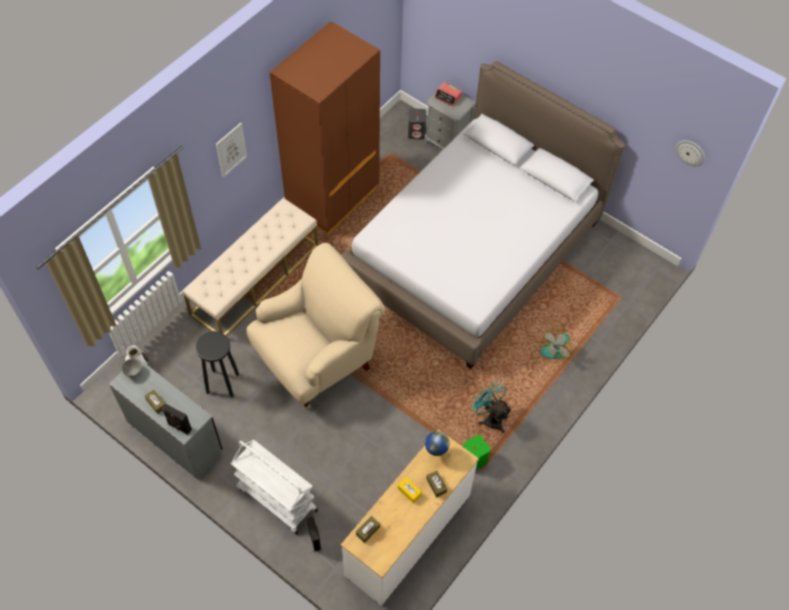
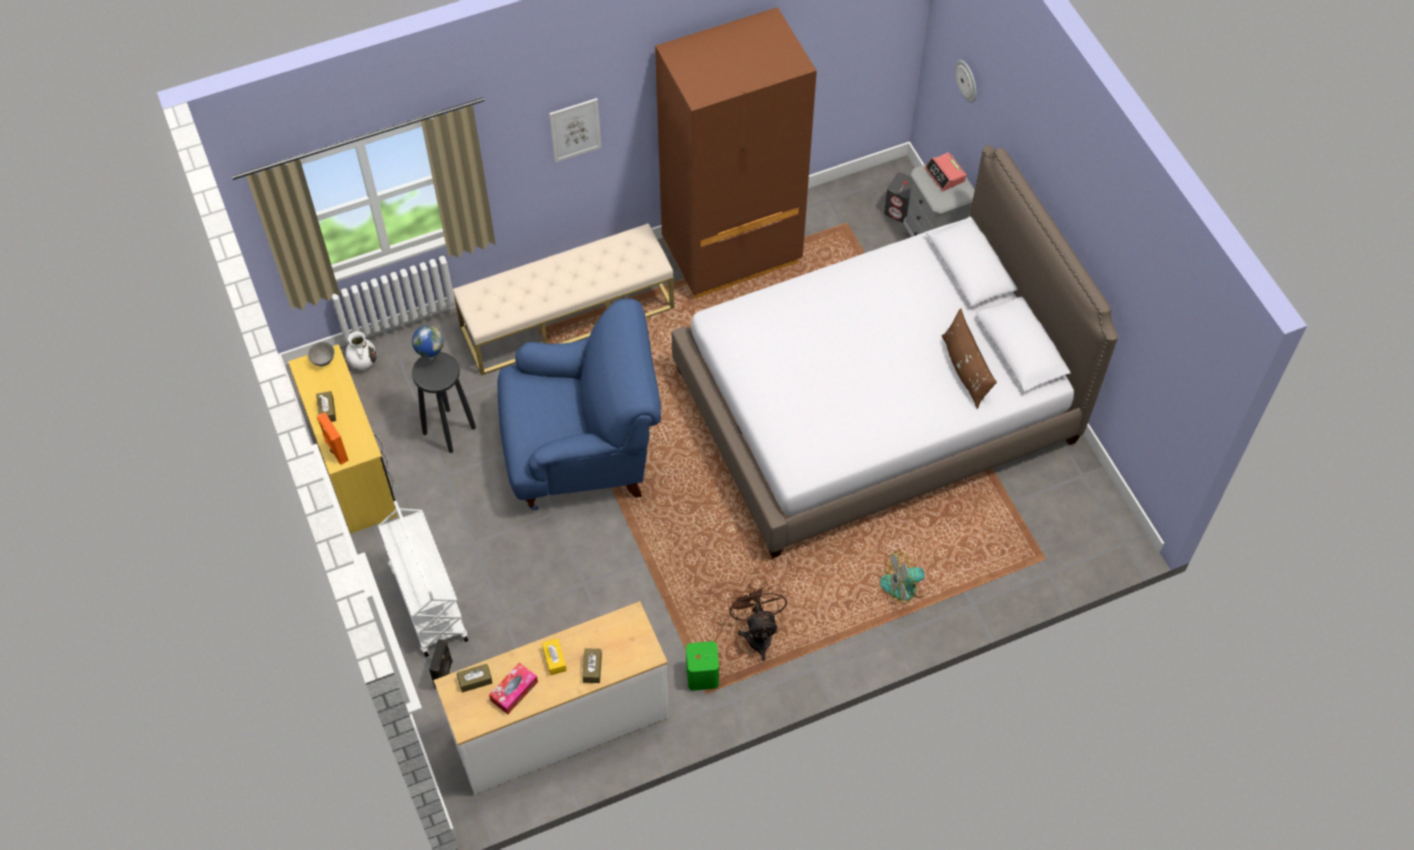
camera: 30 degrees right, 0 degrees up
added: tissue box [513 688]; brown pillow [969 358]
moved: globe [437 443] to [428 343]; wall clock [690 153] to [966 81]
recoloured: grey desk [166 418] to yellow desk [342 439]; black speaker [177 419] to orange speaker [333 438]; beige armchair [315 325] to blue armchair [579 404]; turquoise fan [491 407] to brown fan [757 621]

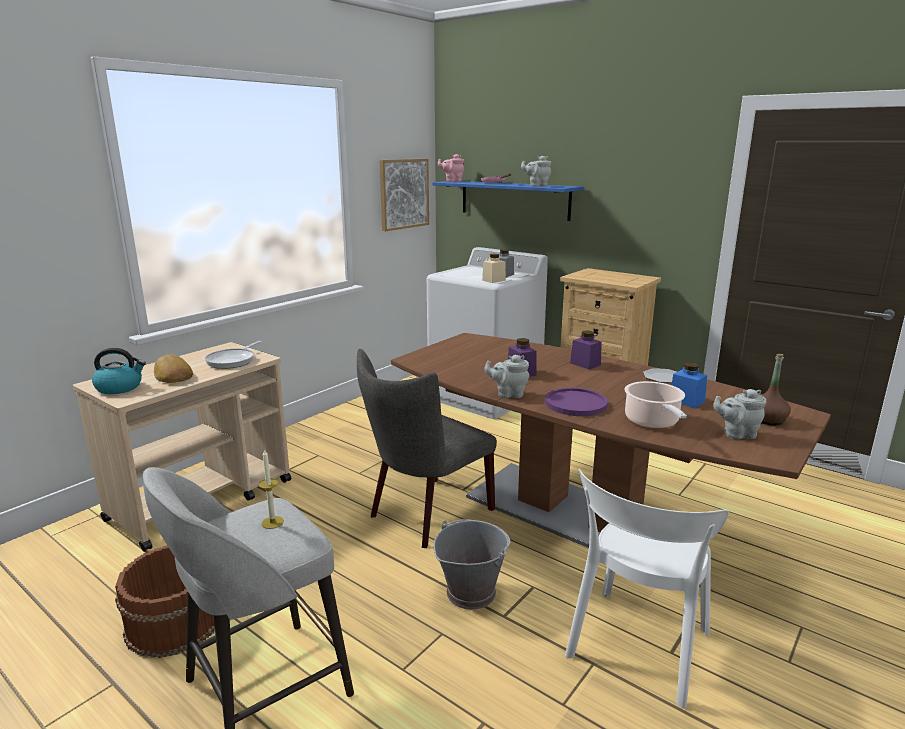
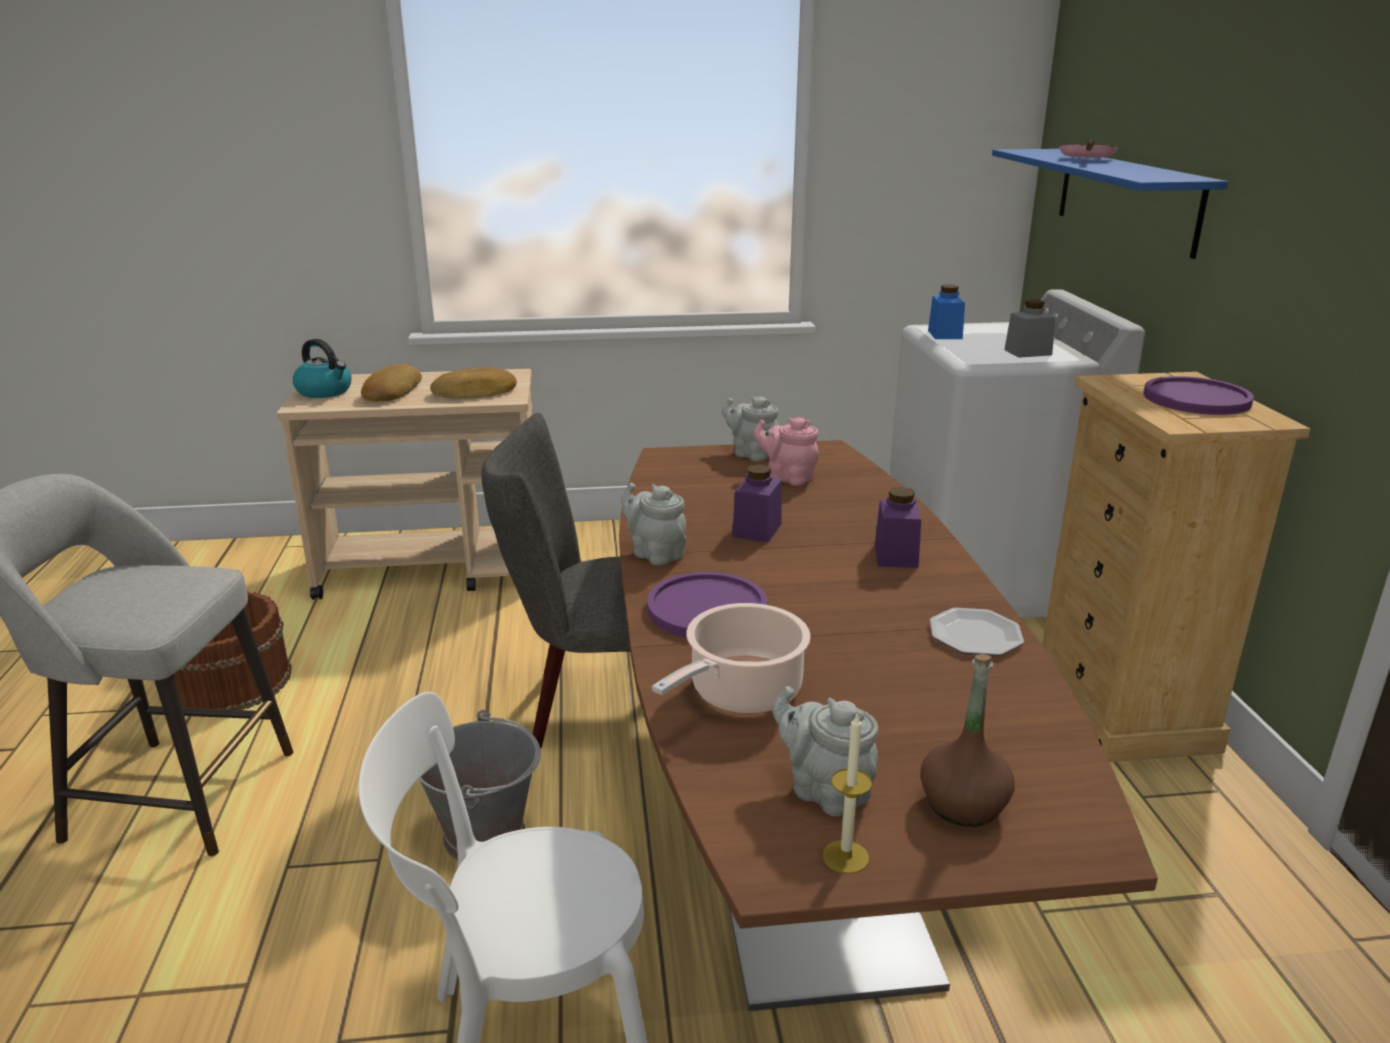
camera: 45 degrees right, 5 degrees up
removed: picture [404 195]; beige jar [494 268]
added: purple plate [1198 395]
moved: candle [271 489] to [847 794]; pink teapot [451 168] to [786 451]; grey teapot [536 171] to [750 428]; blue jar [689 385] to [946 311]
replaced: frying pan [233 355] to bread [473 383]

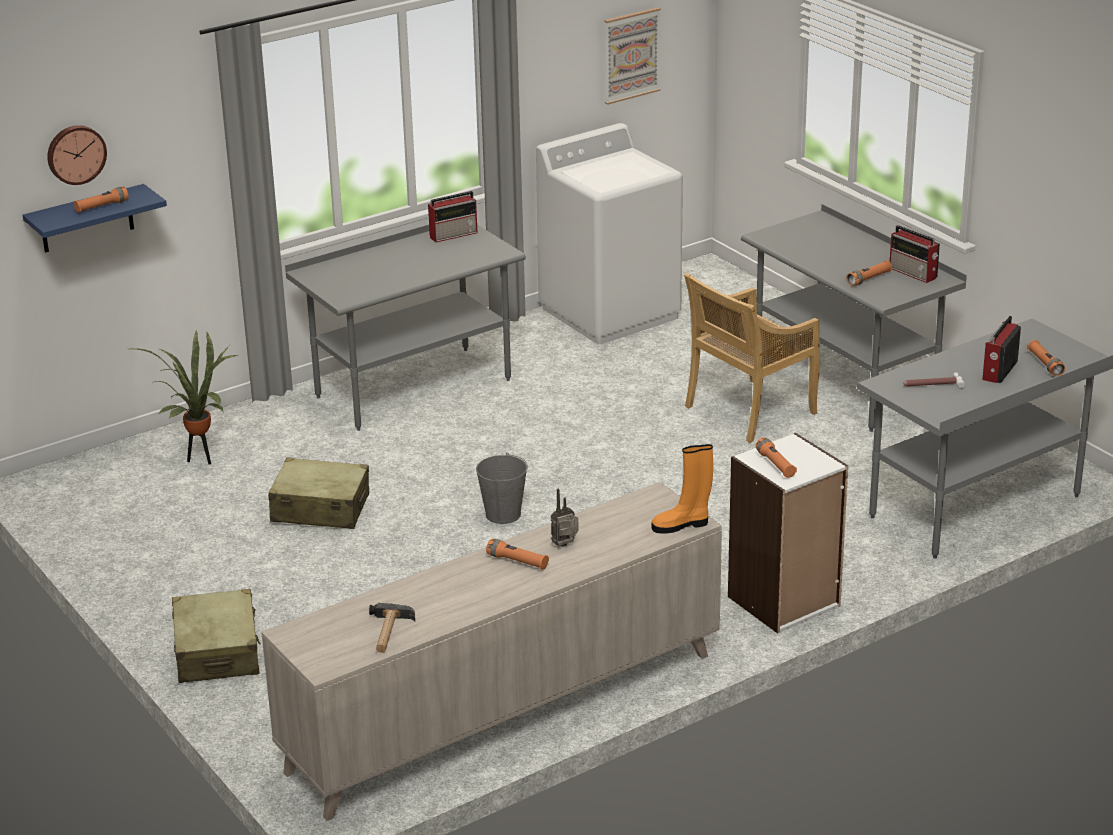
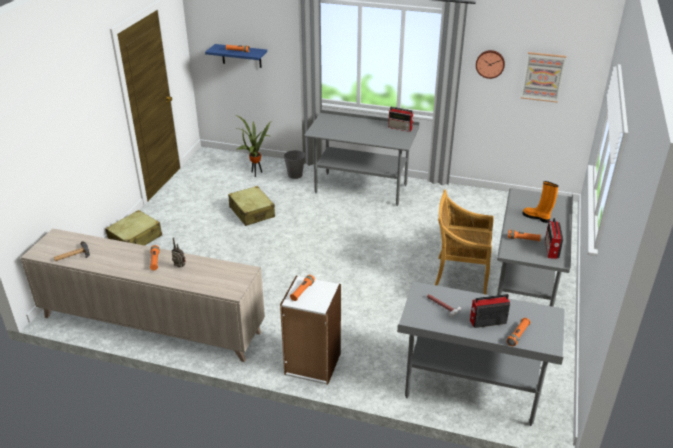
camera: 50 degrees right, 5 degrees up
removed: white washing machine [609 234]
moved: wall clock [77 155] to [490 64]; grey bucket [502 488] to [294 164]; orange boot [682 488] to [540 202]

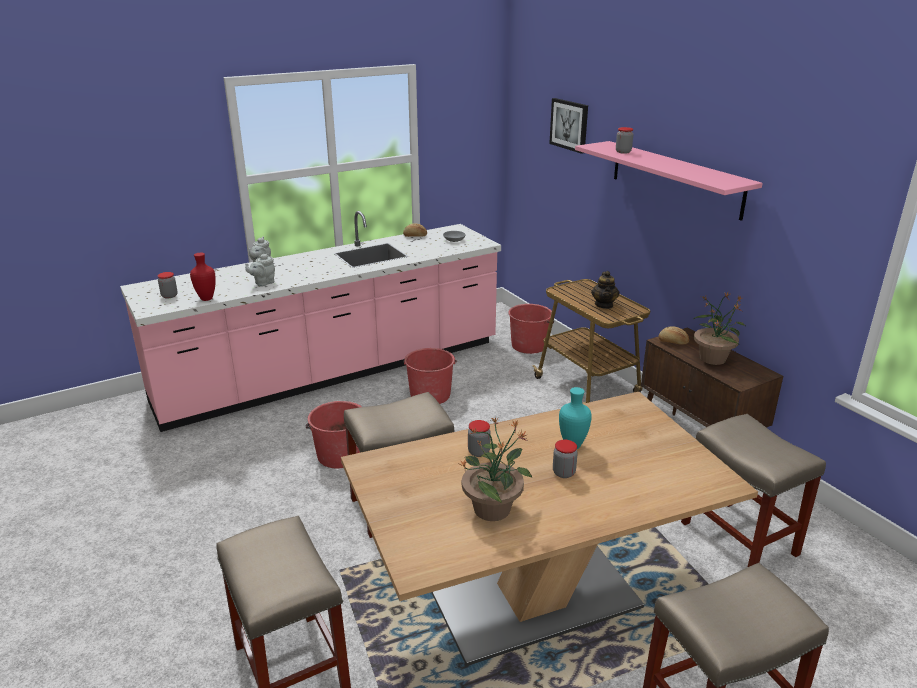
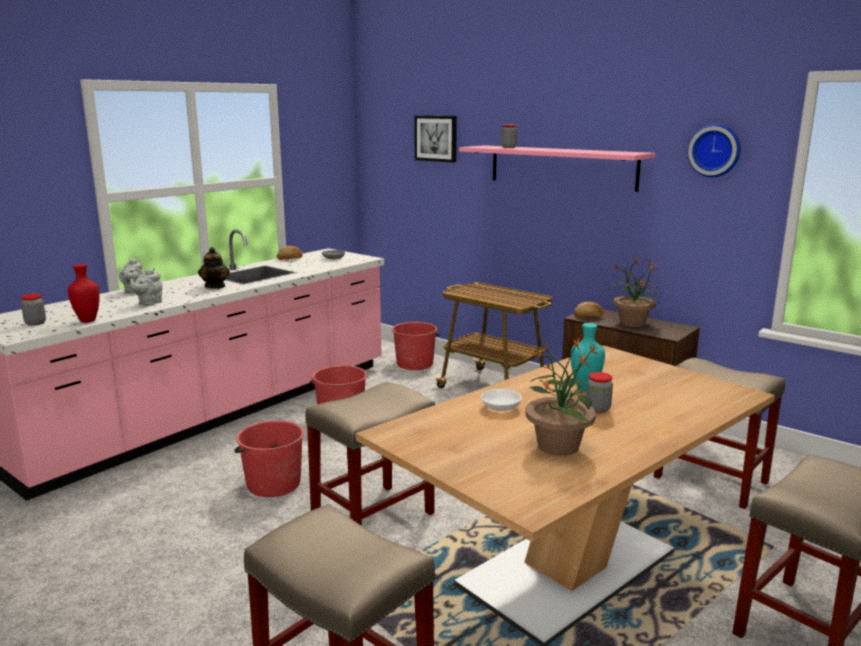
camera: 20 degrees left, 10 degrees down
added: wall clock [714 150]
moved: teapot [605 290] to [214 268]
replaced: jar [479 438] to white bowl [501 400]

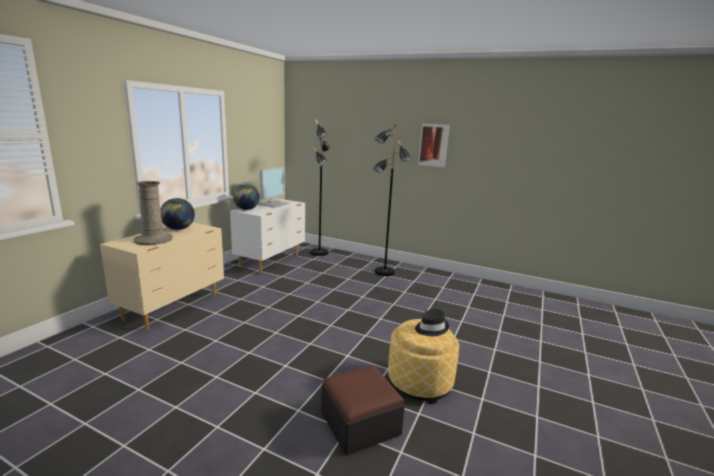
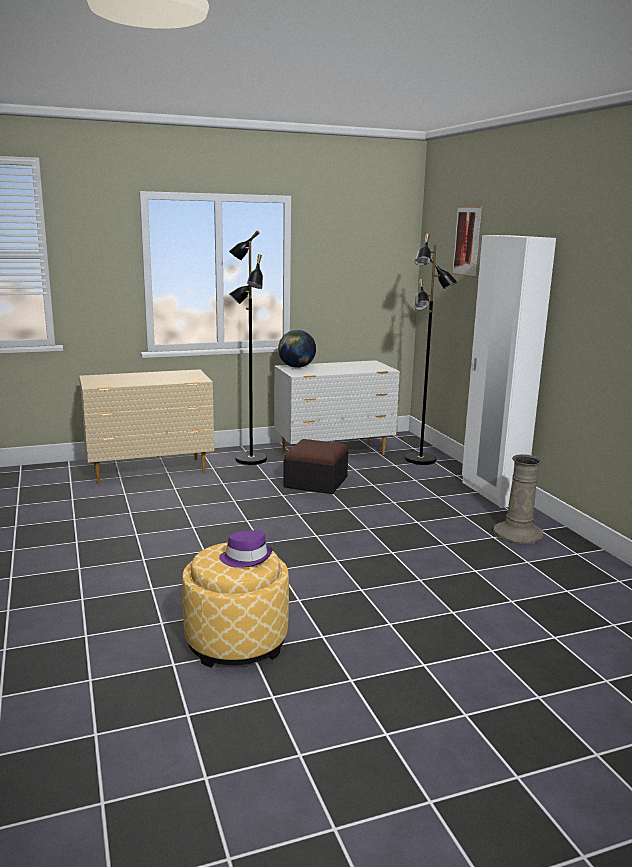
camera: 45 degrees right, 0 degrees up
removed: globe [177 214]; monitor [274 187]
added: white wardrobe [509 371]
moved: beige vase [153 213] to [518 499]; ottoman [363 410] to [315 466]; black floor lamp [392 200] to [248 347]; picture [434 145] to [467 241]
recoloured: black hat [432 322] to purple hat [245 549]

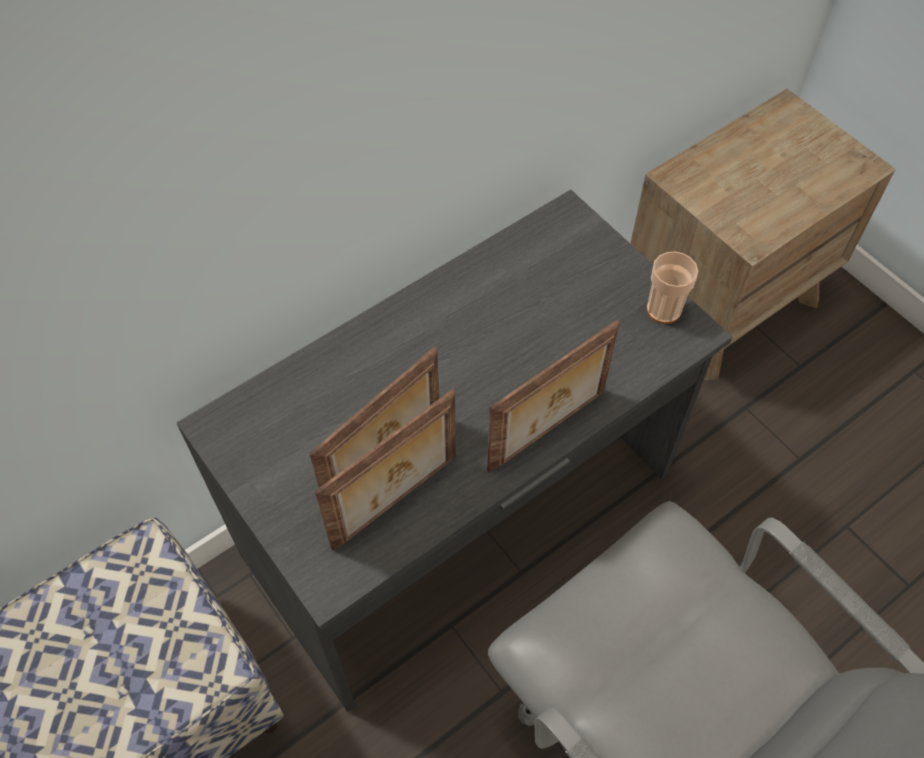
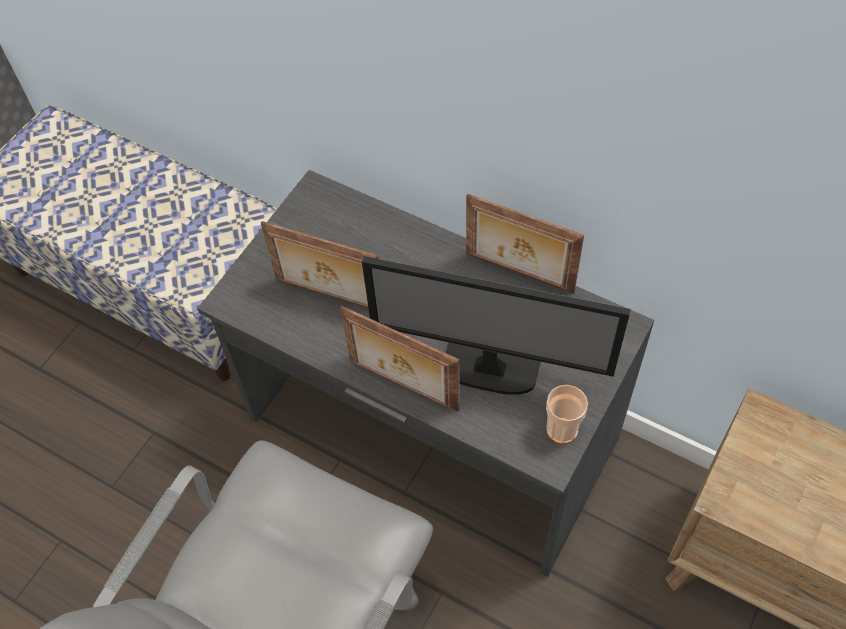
camera: 70 degrees right, 0 degrees up
added: monitor [496 325]
moved: picture frame [385 470] to [525 244]

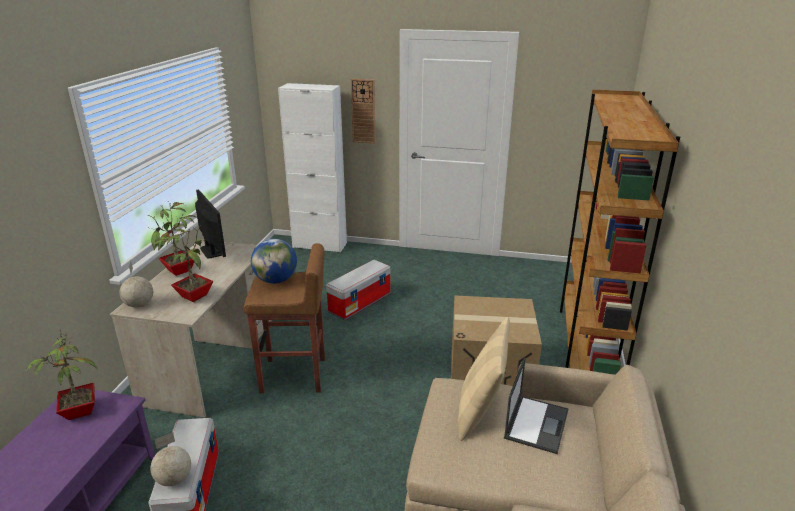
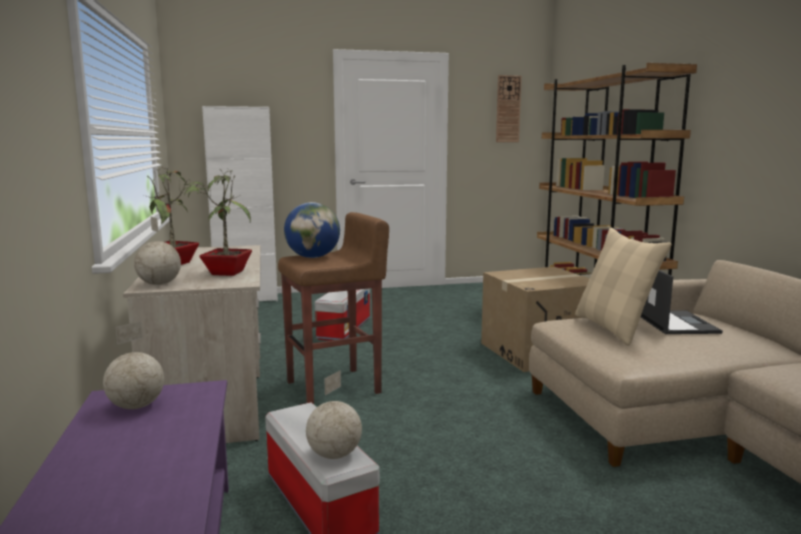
camera: 25 degrees left, 15 degrees down
removed: monitor [210 224]
moved: wall clock [363 111] to [509 108]
replaced: potted plant [61 375] to globe [133 365]

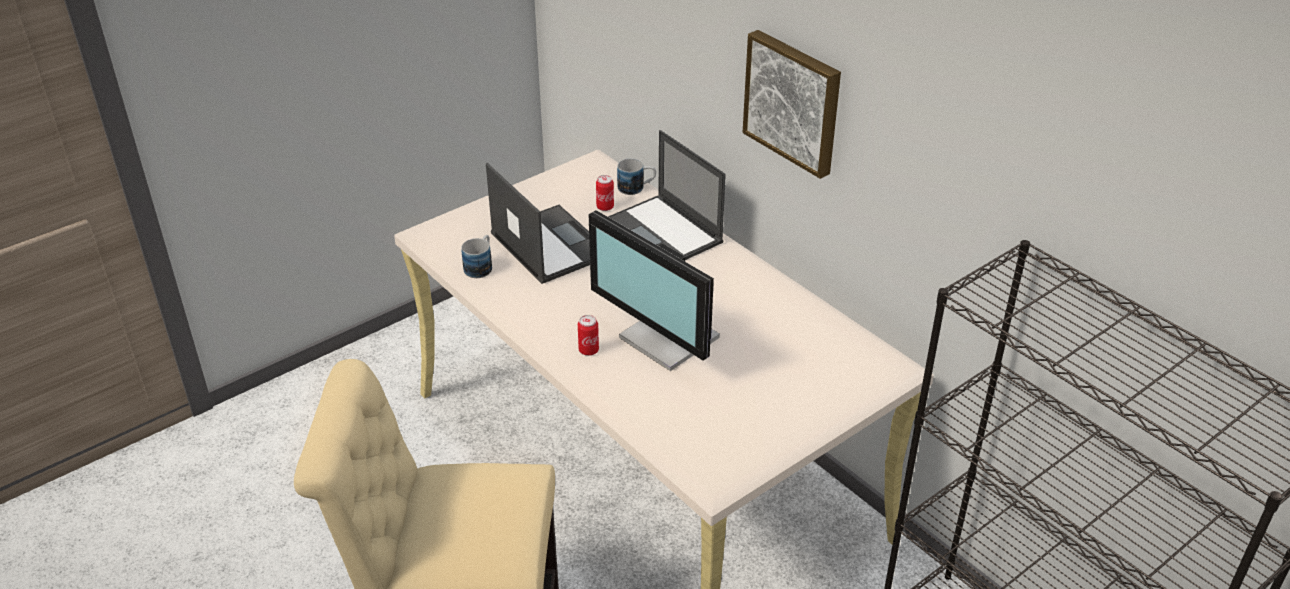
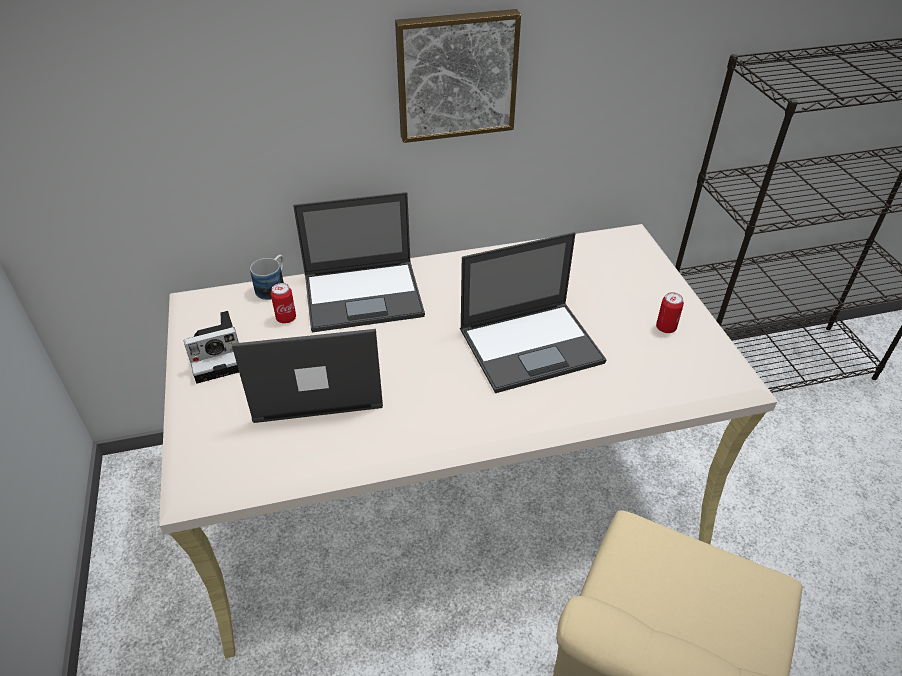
camera: 65 degrees left, 5 degrees up
removed: mug [476 256]
added: photo camera [211 347]
moved: can [588 335] to [670 312]
replaced: monitor [654 290] to laptop [533 312]

